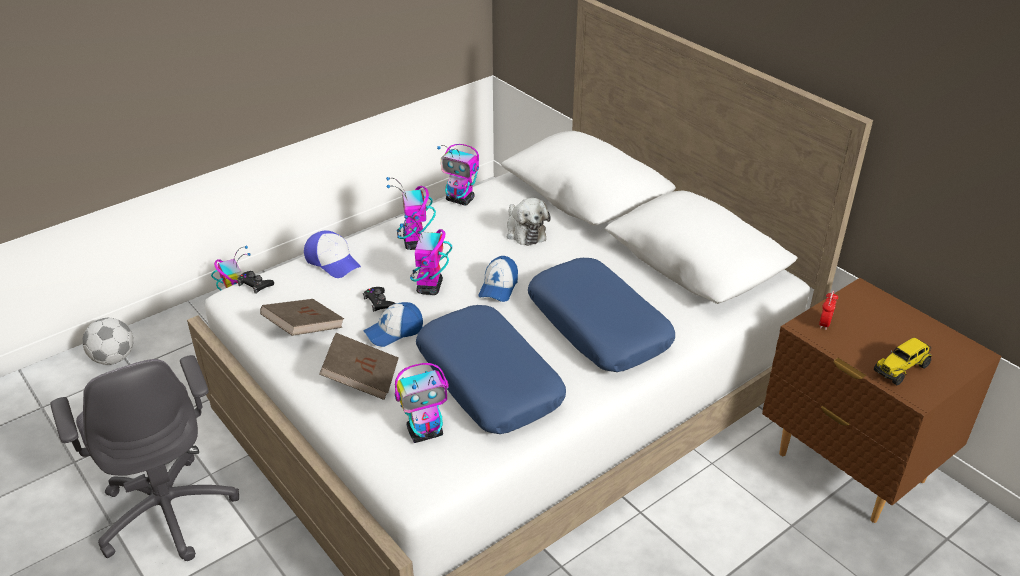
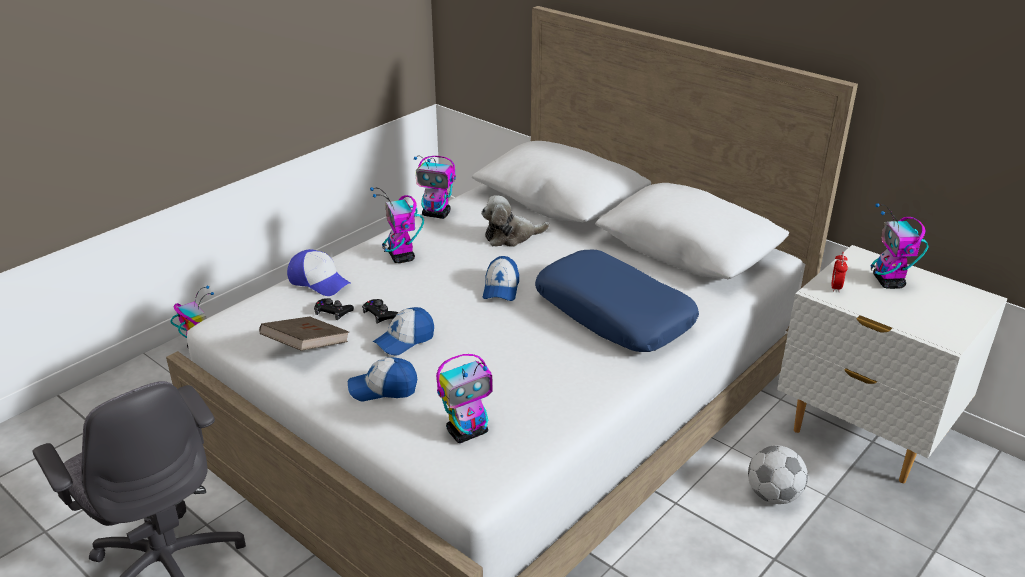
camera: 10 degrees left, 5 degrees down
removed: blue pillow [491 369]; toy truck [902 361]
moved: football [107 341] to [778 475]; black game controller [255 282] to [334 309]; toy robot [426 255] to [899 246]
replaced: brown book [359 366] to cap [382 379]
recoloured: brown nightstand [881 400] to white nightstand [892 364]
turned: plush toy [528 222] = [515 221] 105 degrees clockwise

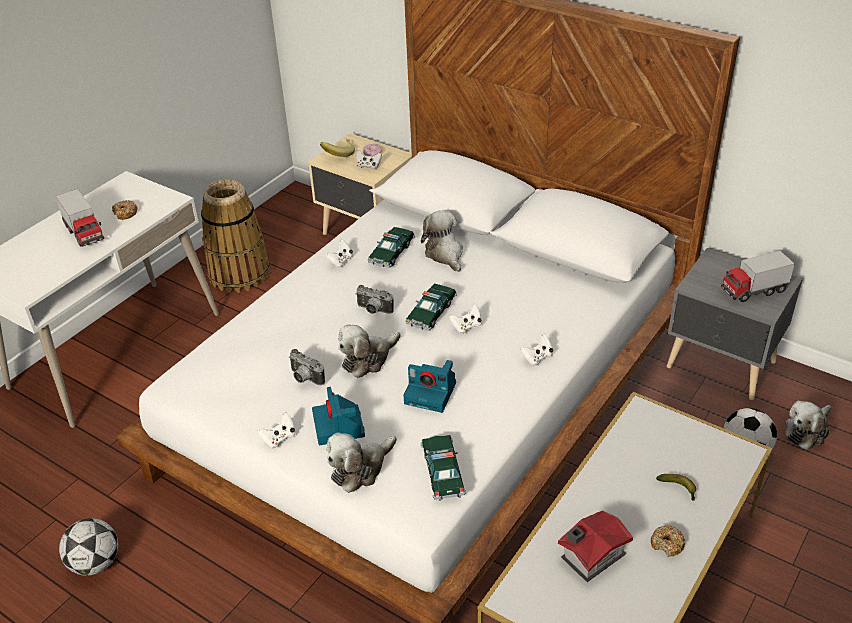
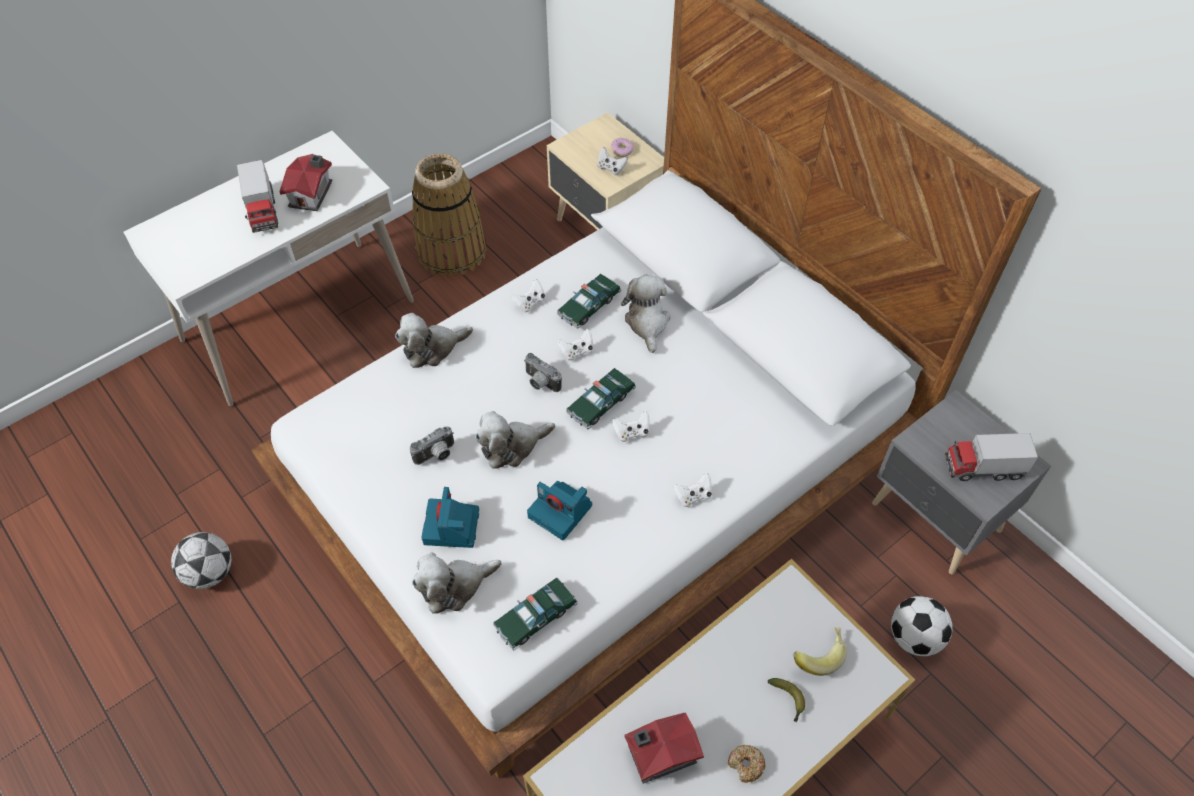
camera: 15 degrees right, 15 degrees up
moved: white game controller [277 430] to [575 345]; banana [337 148] to [820 651]; plush toy [808 425] to [434 340]
replaced: donut [125 210] to toy house [306 182]
turned: photo camera [307 367] = [432 445] 90 degrees counterclockwise; toy car [443 468] = [535 614] 135 degrees counterclockwise

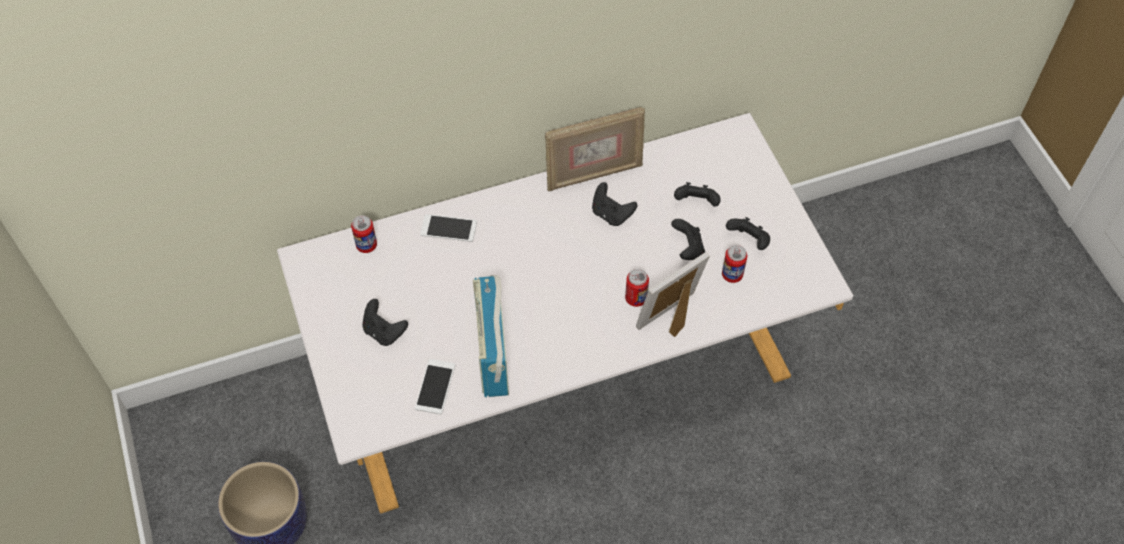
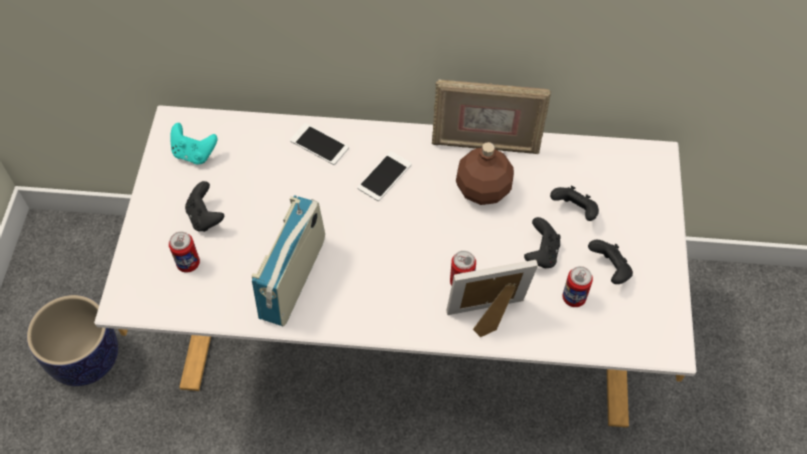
camera: 25 degrees right, 0 degrees up
added: turquoise game controller [193 143]
moved: can [364 234] to [184 252]; phone [435 386] to [384 176]
replaced: black game controller [614 204] to brown bottle [485 173]

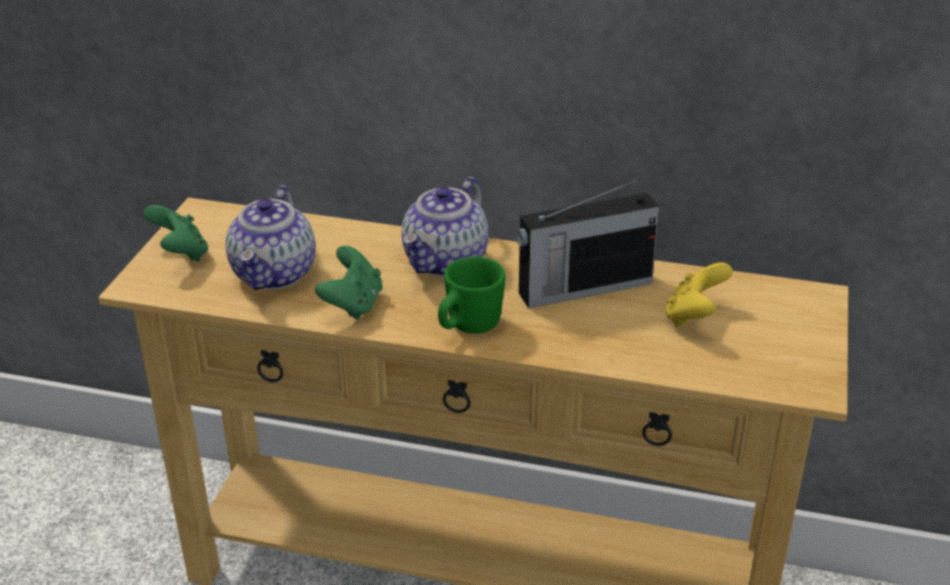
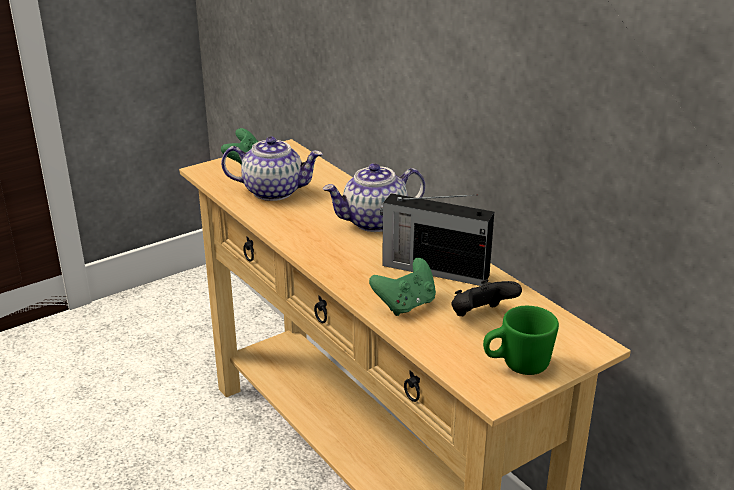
camera: 40 degrees right, 5 degrees down
moved: green game controller [349 283] to [402 287]; green mug [472 295] to [521 340]
recoloured: yellow game controller [699 294] to black game controller [486 297]
turned: teapot [270 237] = [272 168] 135 degrees counterclockwise

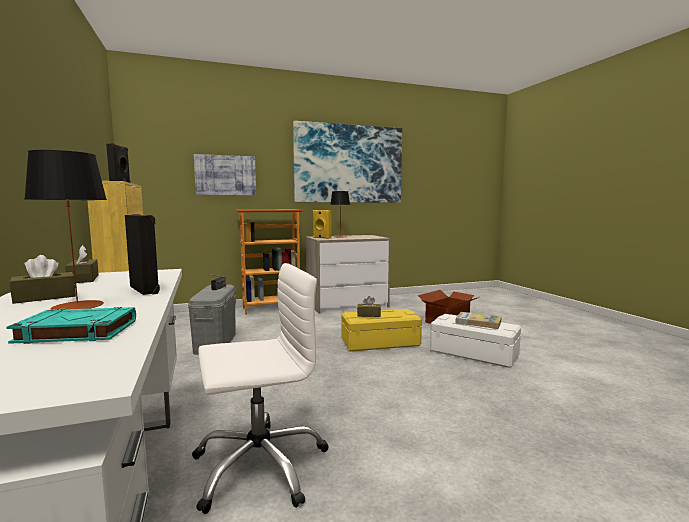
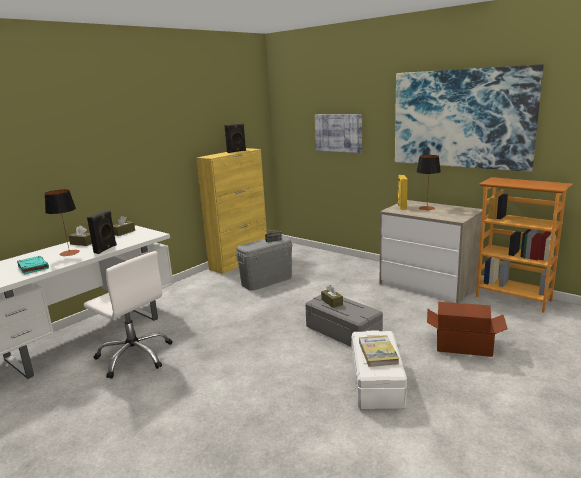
camera: 60 degrees right, 10 degrees up
moved: bookcase [269 262] to [524 245]
recoloured: yellow storage box [381 330] to grey storage box [344 321]

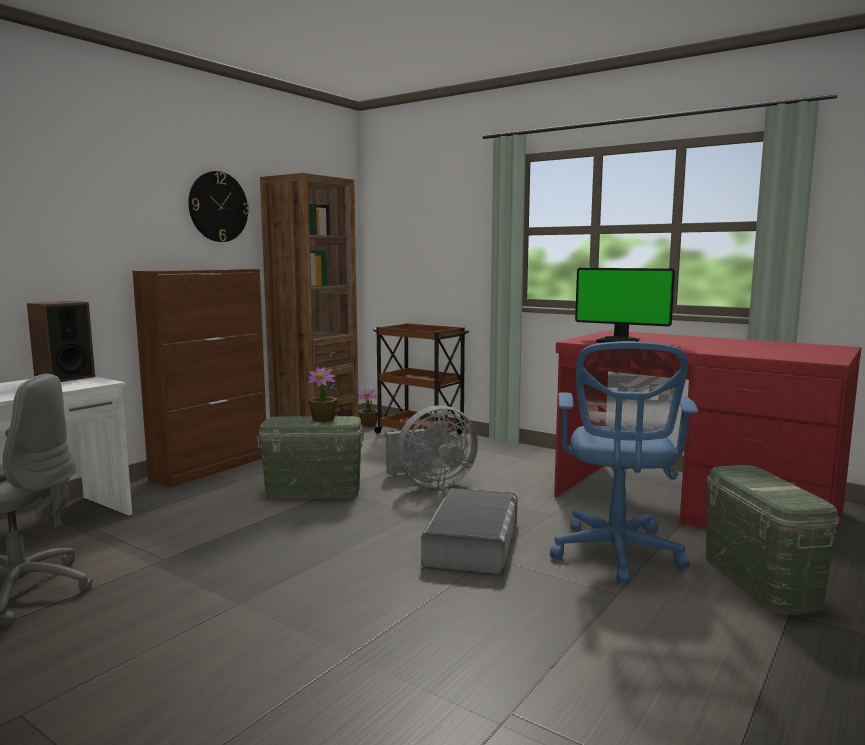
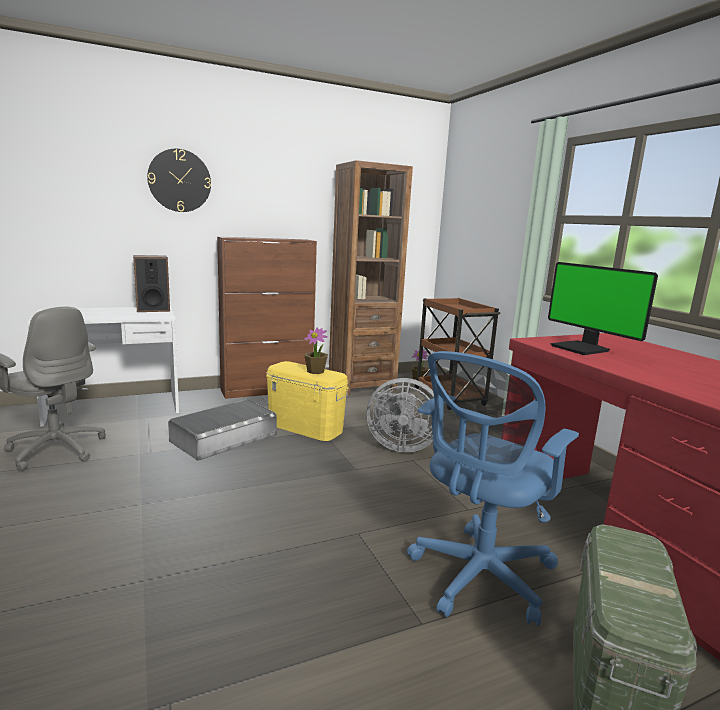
camera: 30 degrees right, 5 degrees up
moved: wall clock [218 206] to [179 180]; grey storage box [469 531] to [222 430]
recoloured: green storage box [311 457] to yellow storage box [307 401]

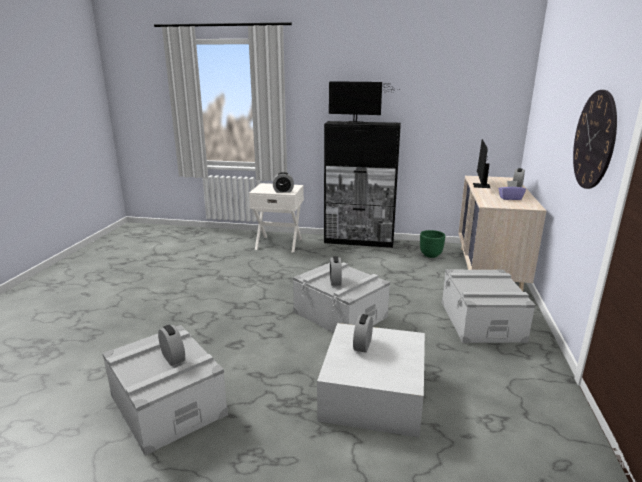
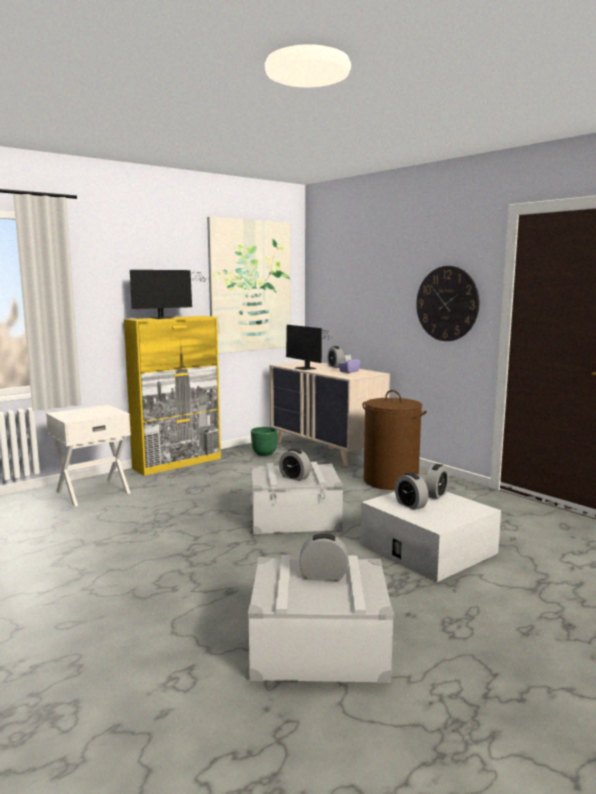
camera: 50 degrees left, 10 degrees down
added: picture [249 285]
moved: alarm clock [283 182] to [437 481]
replaced: grey storage box [489 306] to brown laundry basket [394 440]
recoloured: black cabinet [362 184] to yellow cabinet [172 396]

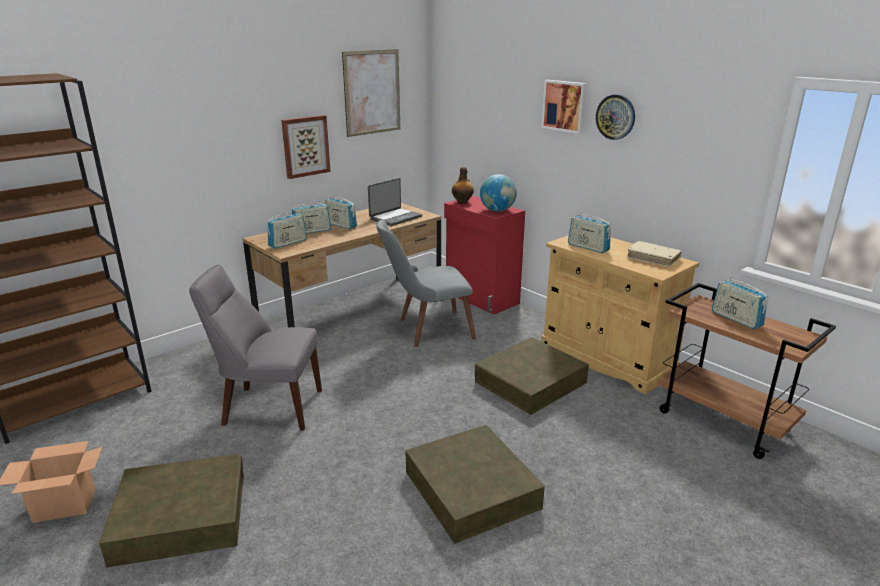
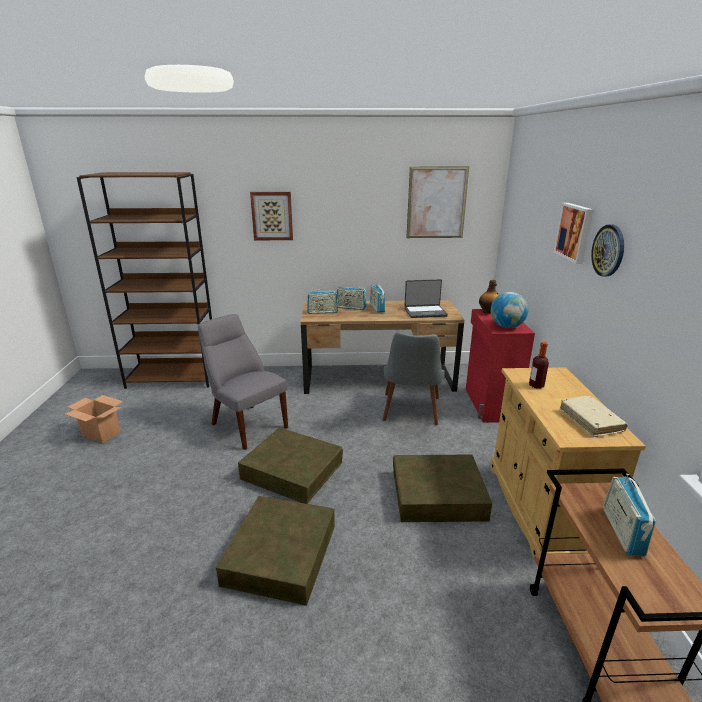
camera: 40 degrees right, 0 degrees up
moved: brown storage box [171 511] to [290 465]; picture [306 147] to [271 216]
replaced: radio [589 232] to bottle [539 365]
turned: grey chair [426 283] = [414 378] 105 degrees counterclockwise

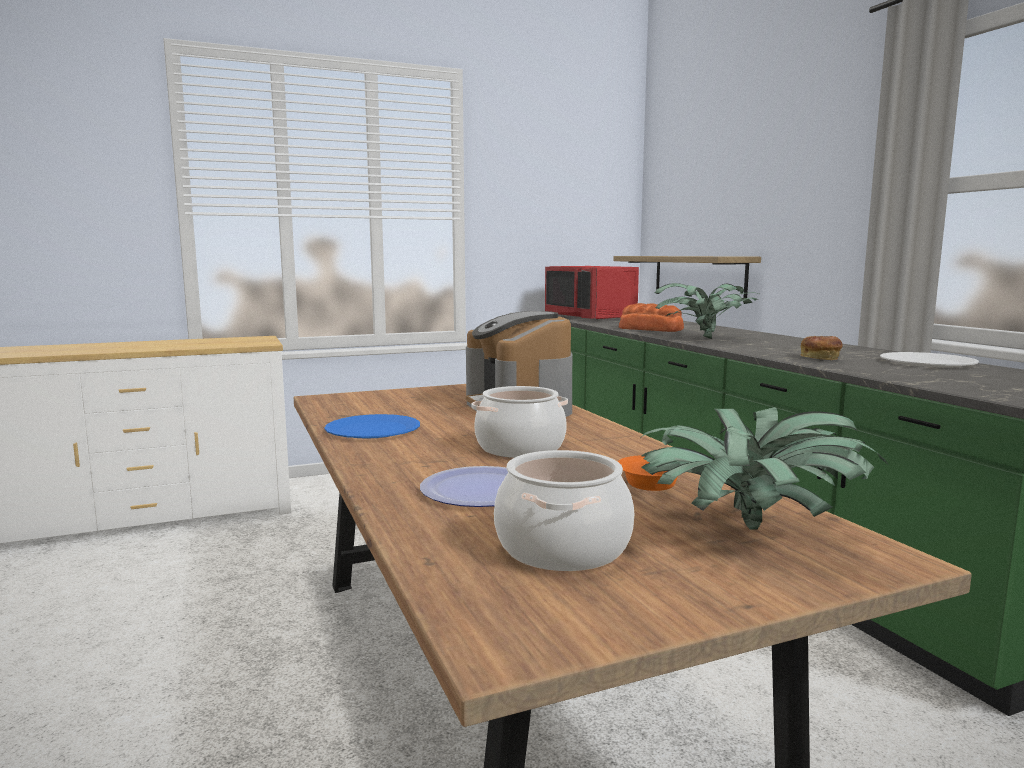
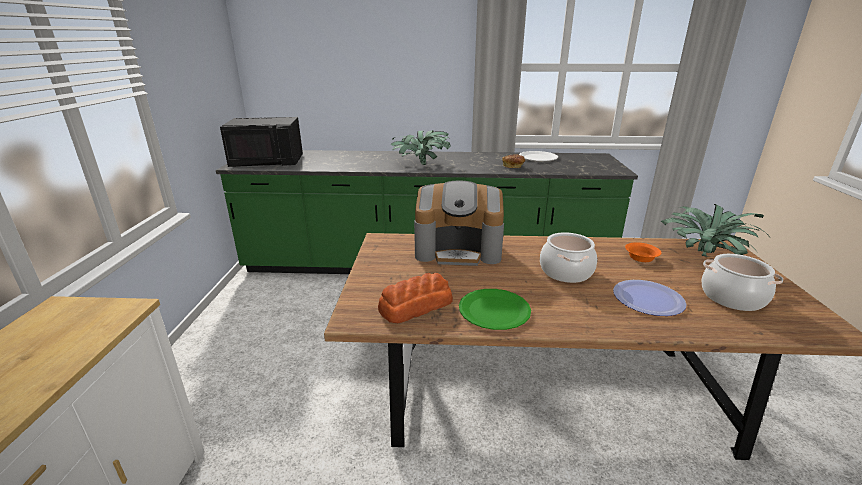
camera: 65 degrees left, 15 degrees up
removed: shelf [687 277]
moved: bread [651 317] to [415 298]
recoloured: blue plate [372 426] to green plate [495 309]; red microwave [592 293] to black microwave [261 142]

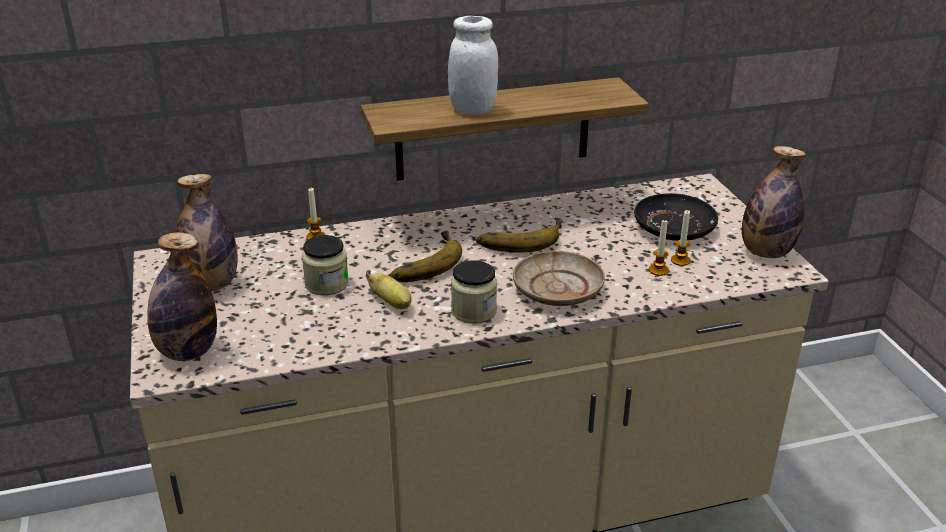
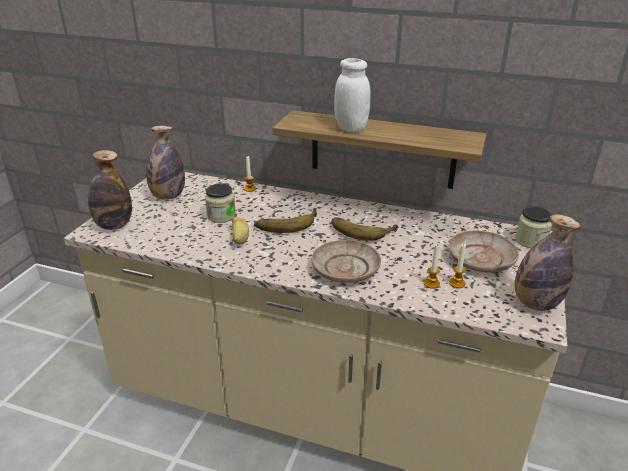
camera: 35 degrees right, 0 degrees up
moved: jar [474 292] to [534 227]
recoloured: black plate [676 217] to beige plate [483 251]

